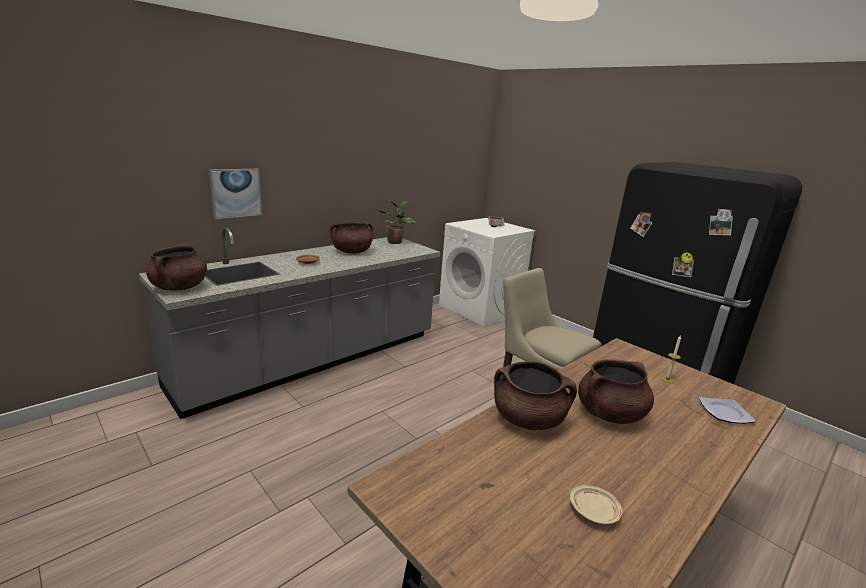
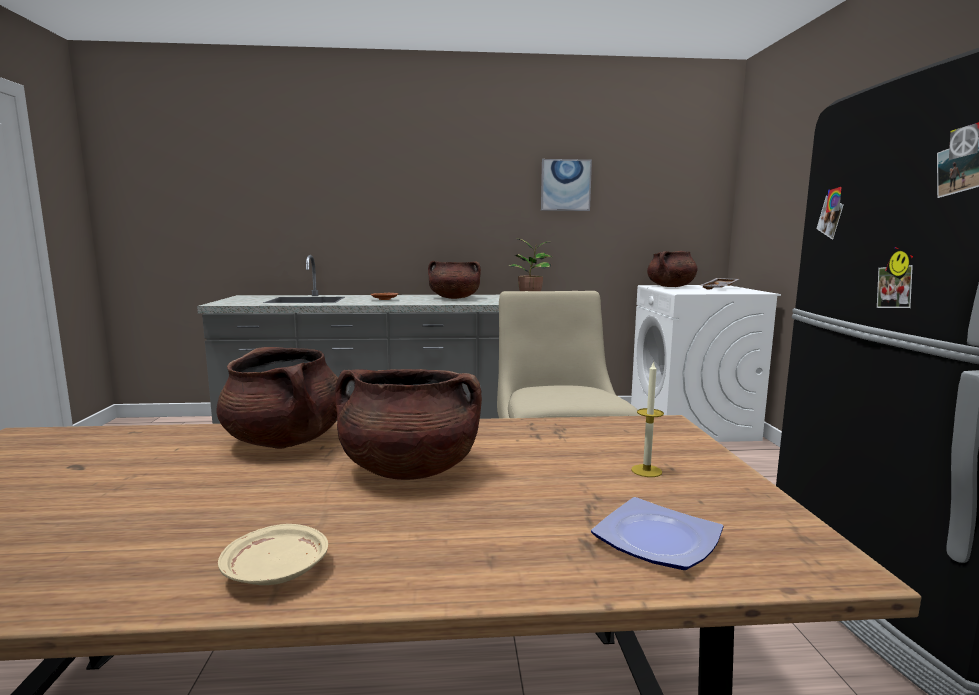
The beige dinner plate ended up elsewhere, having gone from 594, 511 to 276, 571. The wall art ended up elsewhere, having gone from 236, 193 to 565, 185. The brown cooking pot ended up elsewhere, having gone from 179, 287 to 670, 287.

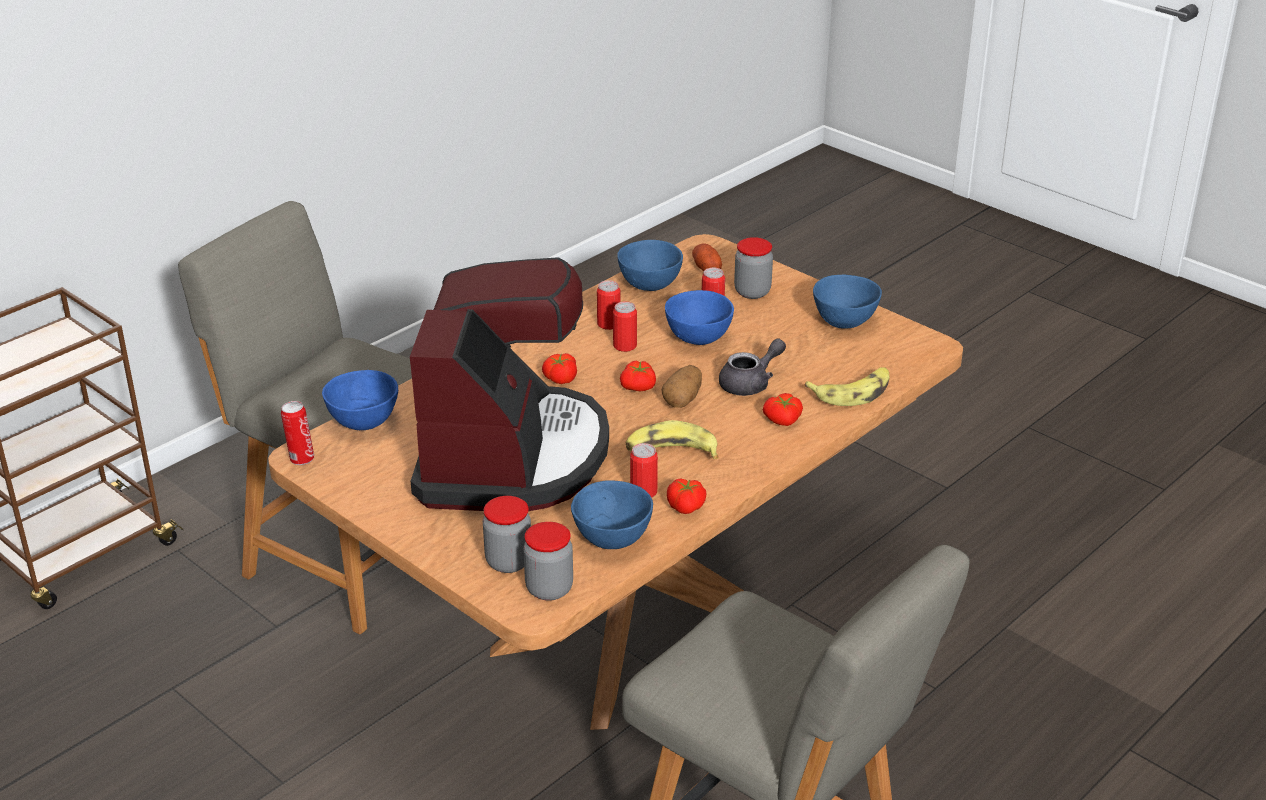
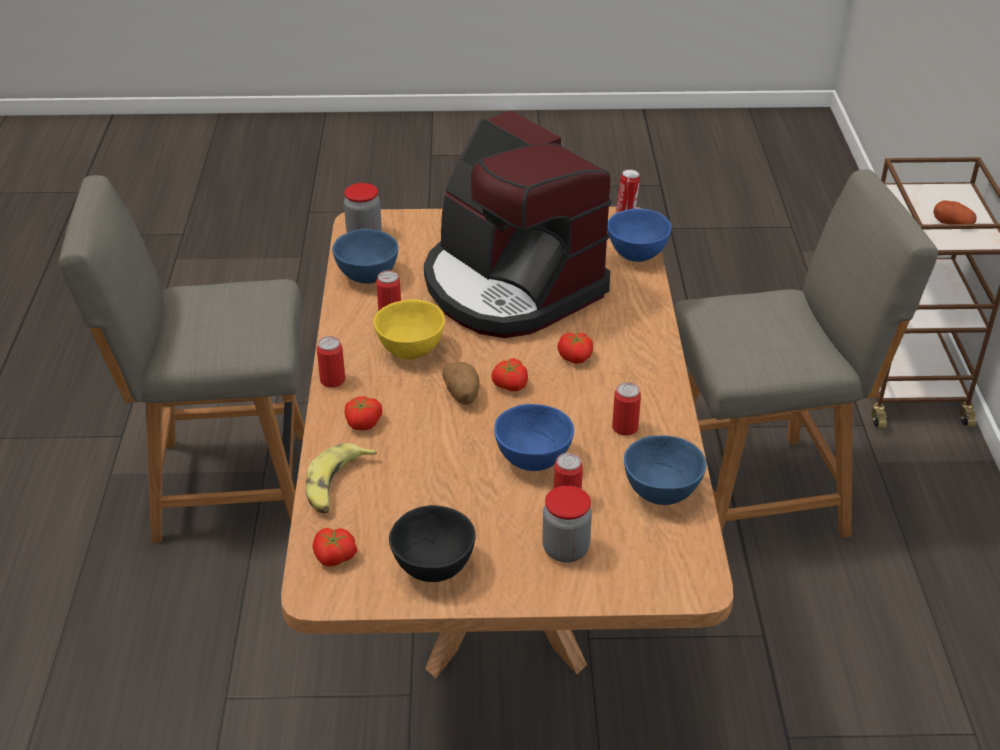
The fresh tomato ended up elsewhere, having gone from 687, 506 to 334, 557. The sealed can ended up elsewhere, having gone from 625, 346 to 332, 380. Where the banana fruit stood at 671, 451, the yellow-coloured serving bowl came to stand at 411, 350. What was the blue serving bowl at 845, 322 turned into the black-coloured serving bowl at 432, 568. The spud ended up elsewhere, having gone from 706, 268 to 952, 223. The second view lost the preserve jar at 508, 562. The second view lost the grey pot for tea at 751, 384.

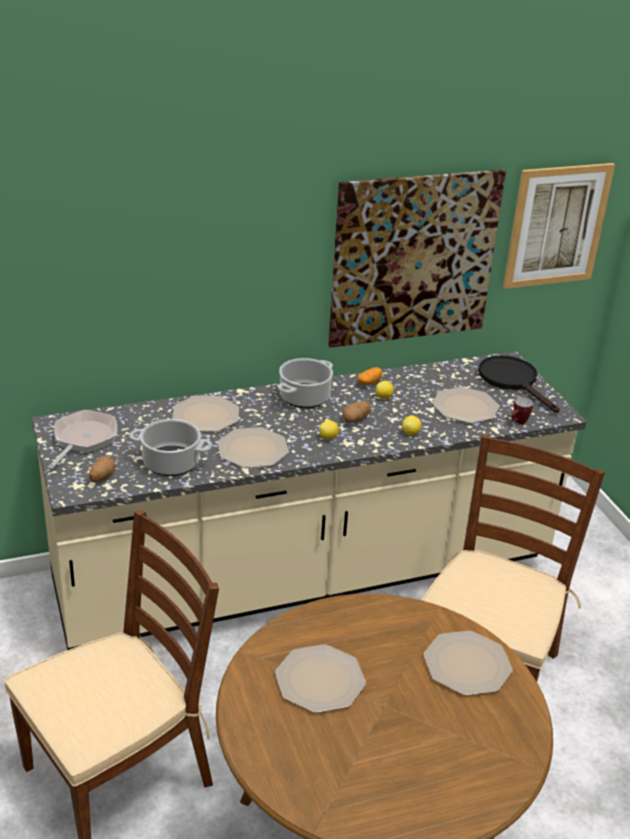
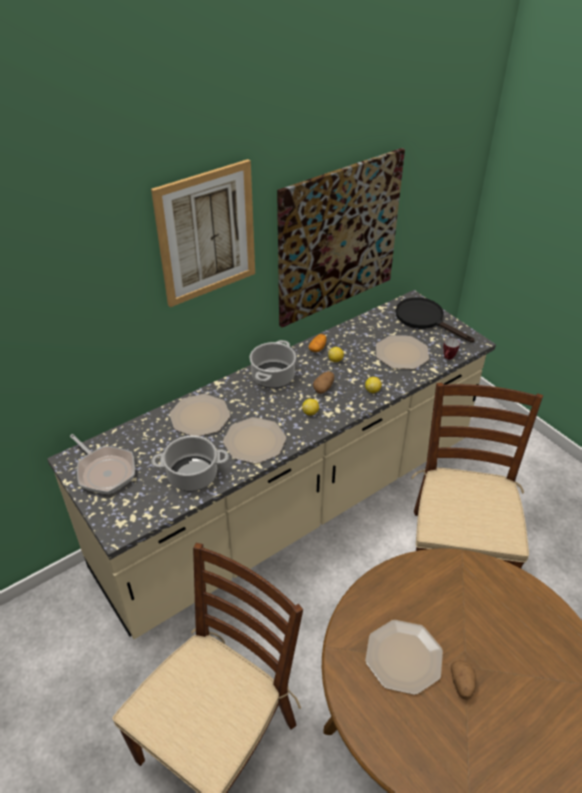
The pan at 83, 440 ended up facing another way, 135 degrees clockwise from before. The wall art ended up elsewhere, having gone from 556, 226 to 206, 234. The spud ended up elsewhere, having gone from 101, 477 to 462, 684. The second view lost the dinner plate at 467, 665.

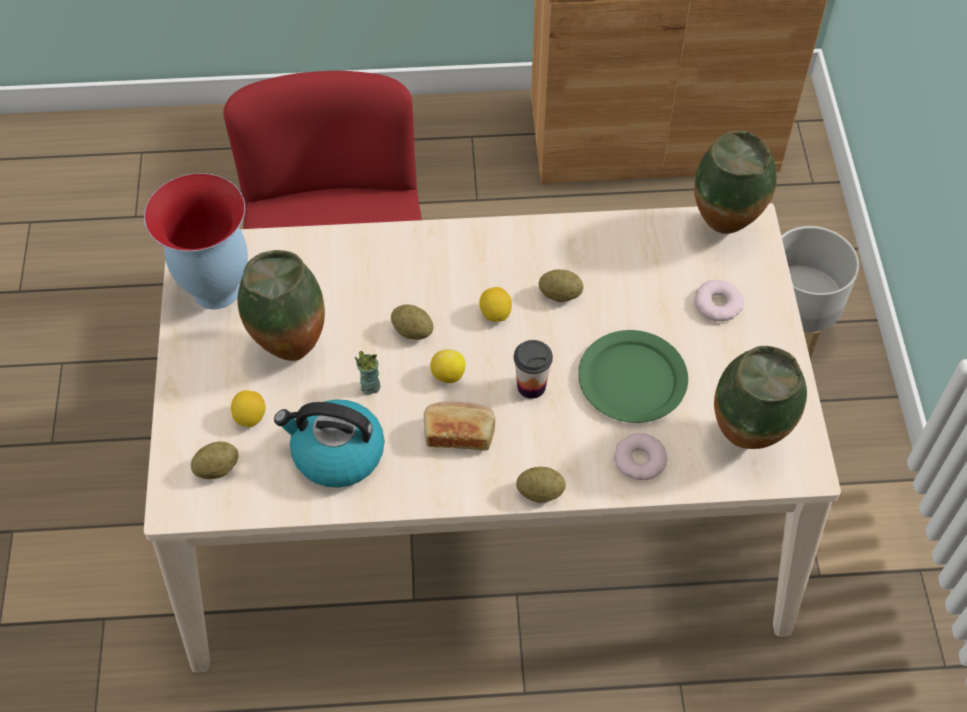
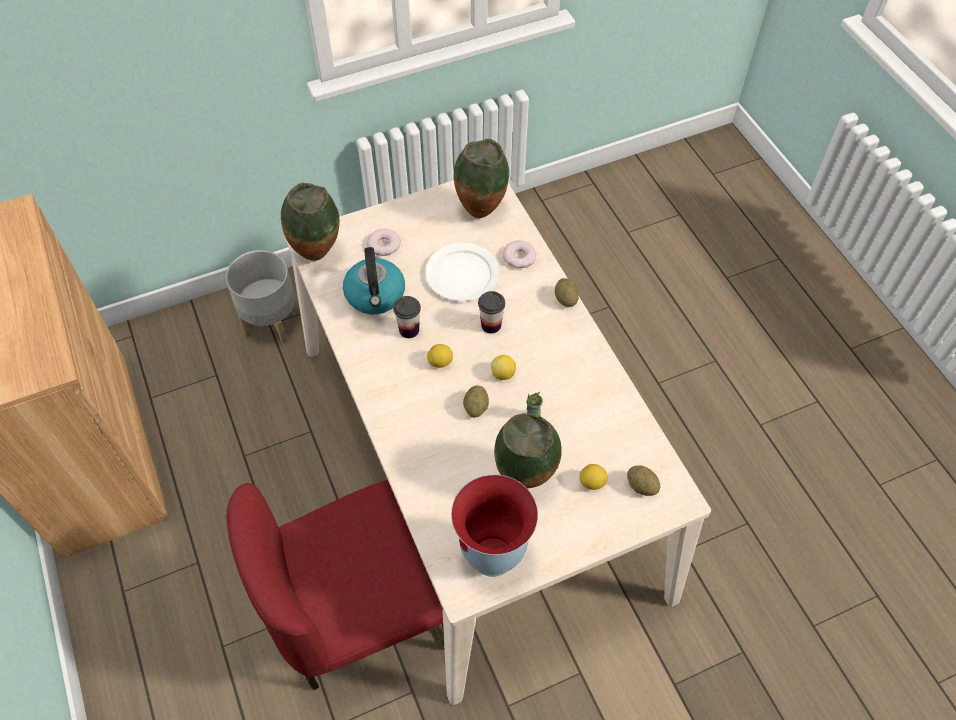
The tea kettle ended up elsewhere, having gone from 336, 454 to 375, 296. Where the spud stood at 560, 294, the cup came to stand at 409, 330. What was the green dinner plate at 633, 380 turned into the white dinner plate at 462, 274. The second view lost the baked bread at 459, 433.

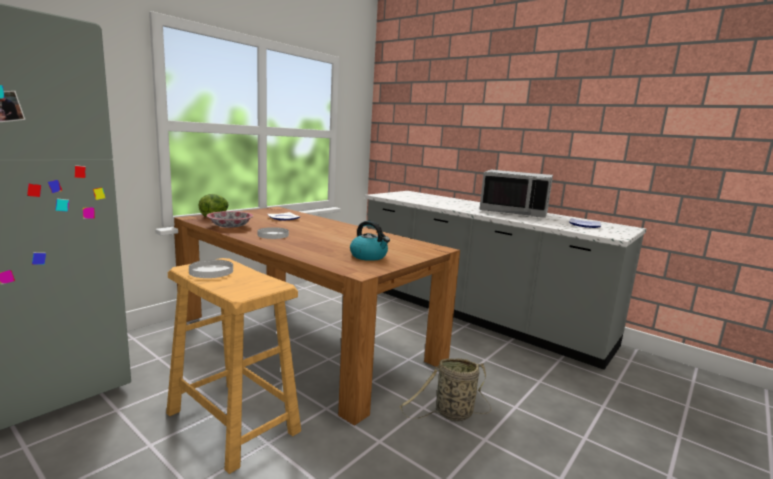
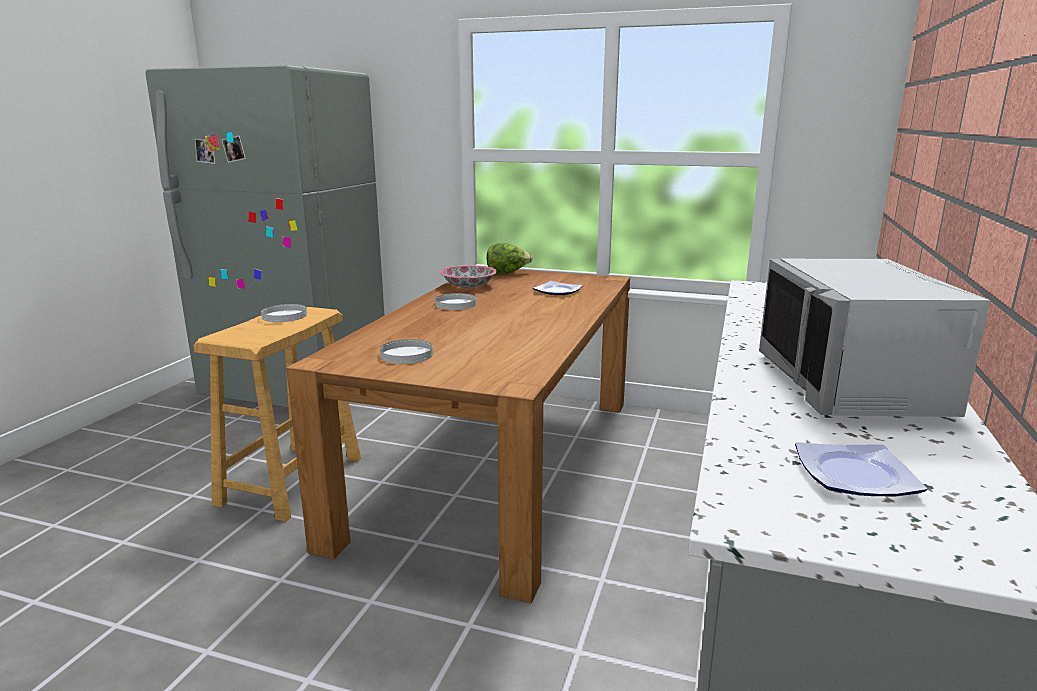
Where the tea kettle stood at 369, 256, the white dinner plate came to stand at 407, 354. The second view lost the storage basket at 451, 414.

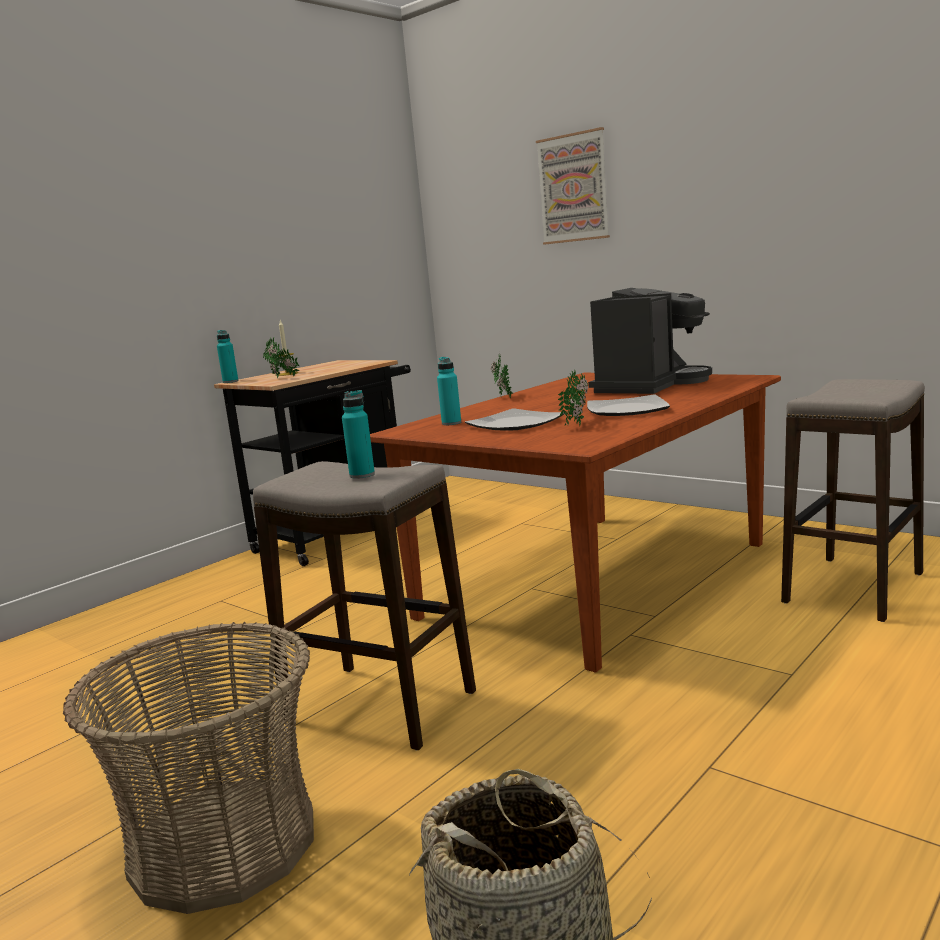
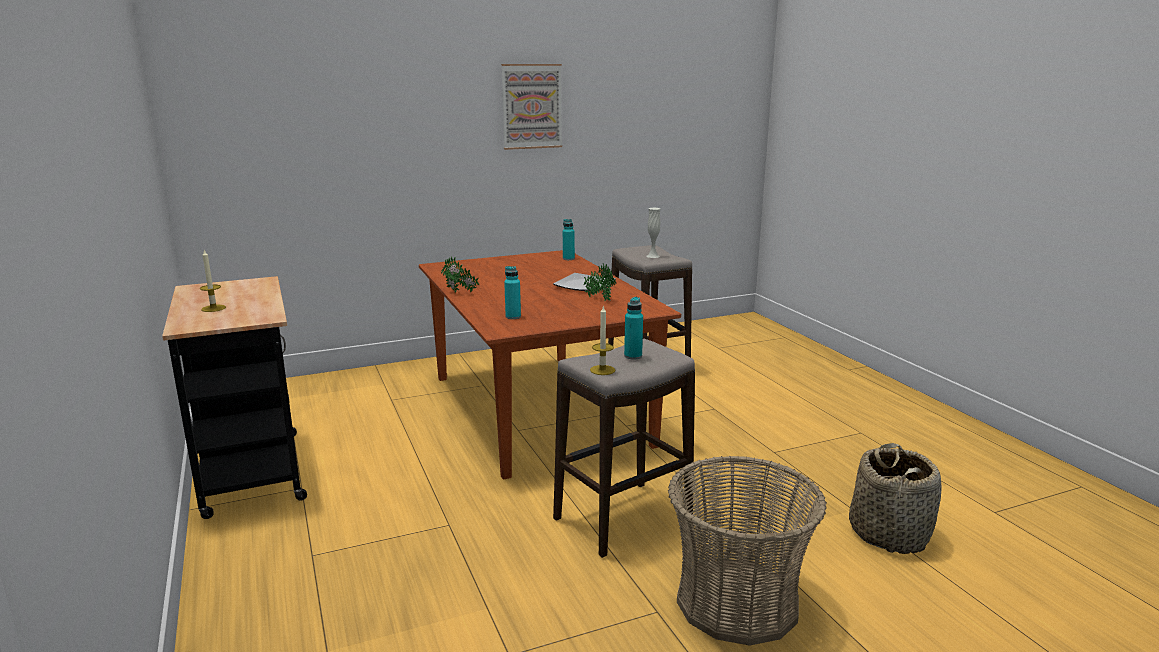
The wall art ended up elsewhere, having gone from 573, 188 to 531, 106. The blue-green beverage bottle ended up elsewhere, having gone from 230, 382 to 568, 259. The second view gained the wax light at 602, 370. The second view gained the white decorative vase at 653, 256. The second view lost the houseplant at 283, 378. The second view lost the dinner plate at 516, 424. The second view lost the coffee machine at 649, 385.

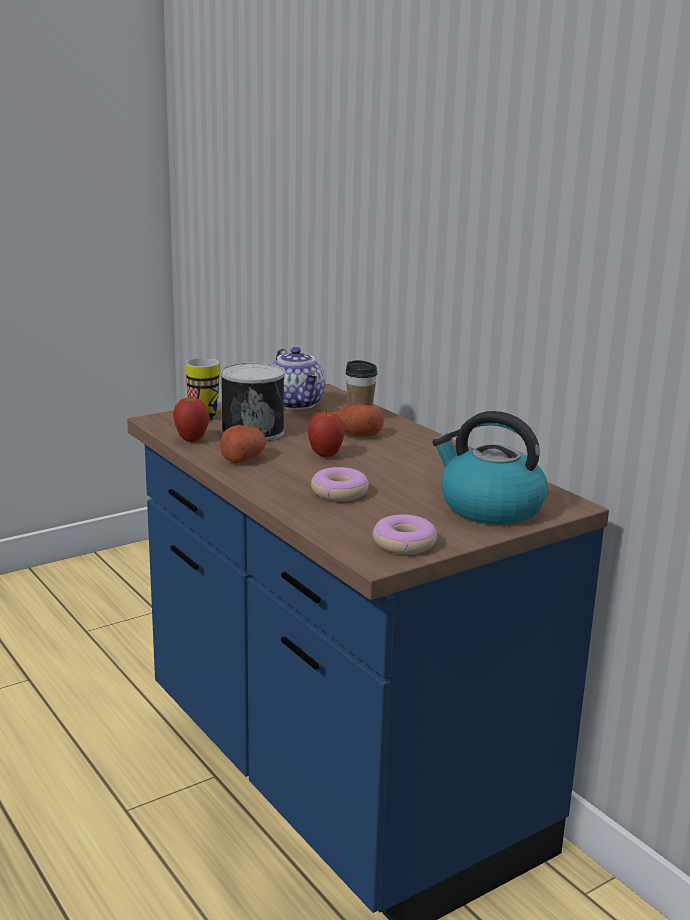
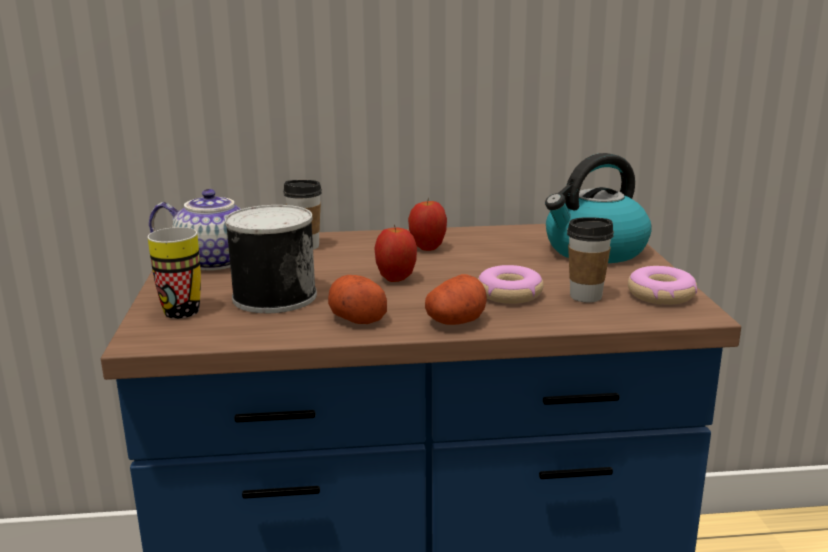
The whole apple ended up elsewhere, having gone from 191, 439 to 427, 248. The spud ended up elsewhere, having gone from 357, 434 to 456, 321. The second view gained the cup at 585, 296.

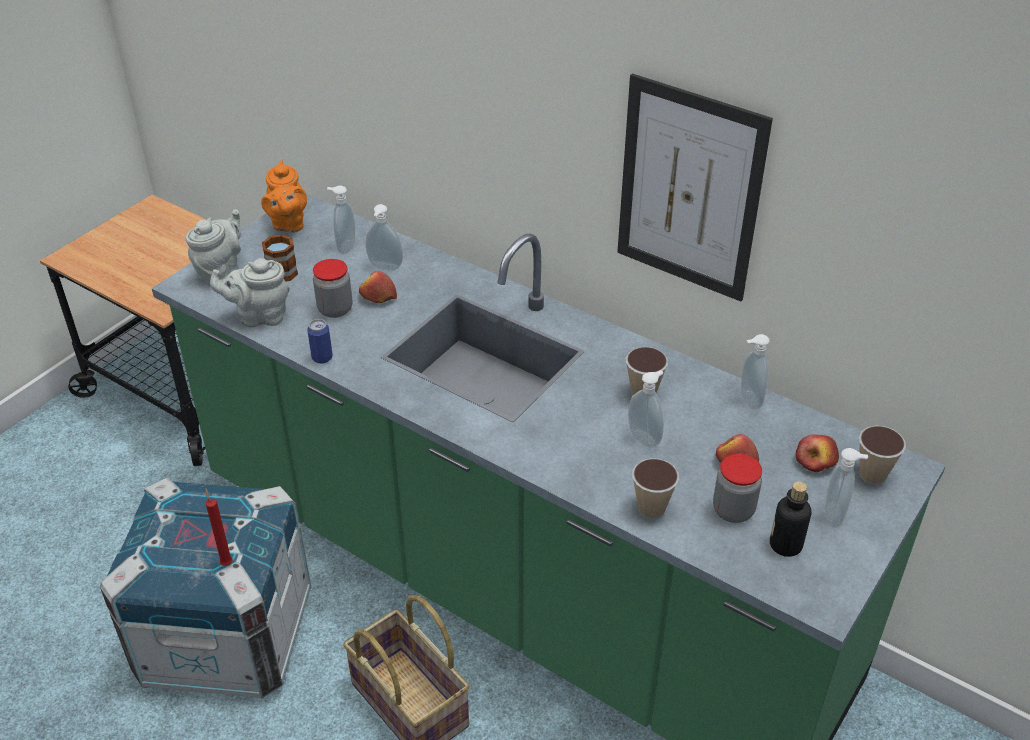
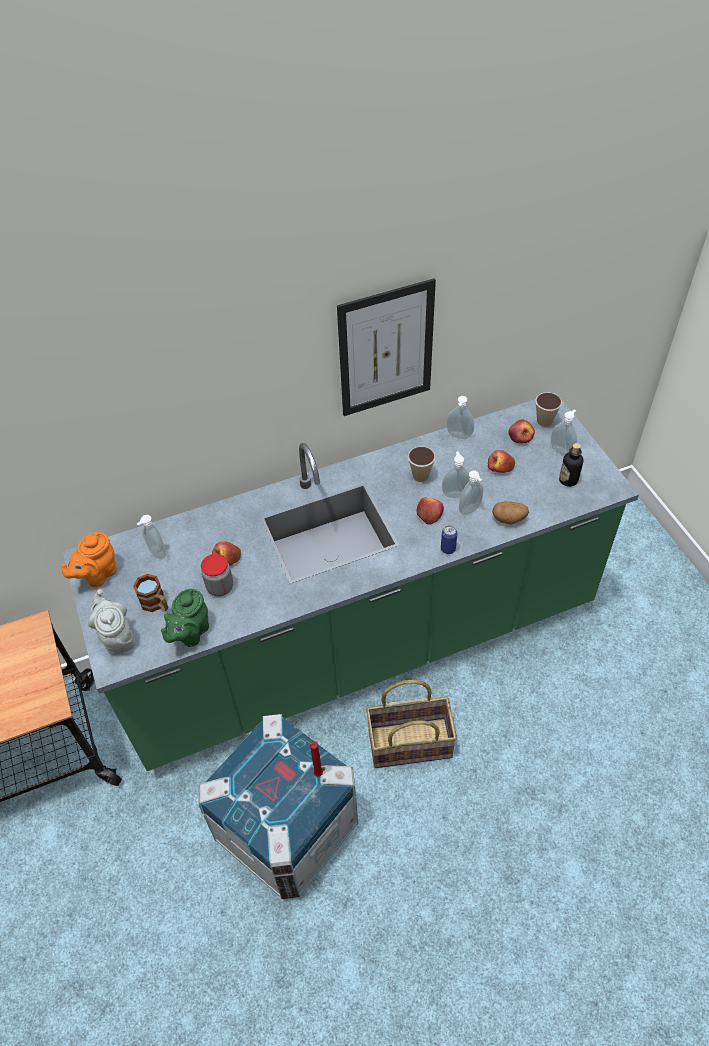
The orange pot for tea at 288, 224 ended up facing another way, 105 degrees clockwise from before. What was the grey pot for tea at 259, 316 turned into the green pot for tea at 190, 633. The second view gained the whole apple at 429, 513. The sealed can ended up elsewhere, having gone from 322, 358 to 448, 549. The liquid soap bottle ended up elsewhere, having gone from 384, 268 to 471, 510. Where the cup stood at 651, 509, the spud came to stand at 509, 519. The second view lost the preserve jar at 733, 510.

